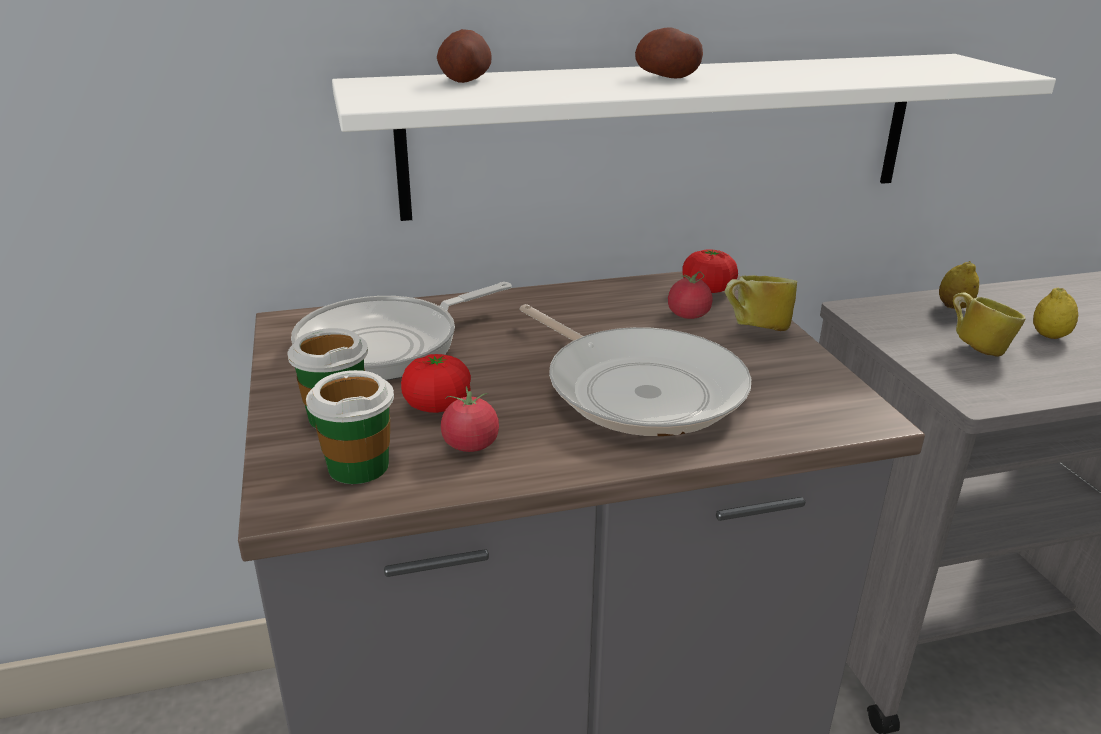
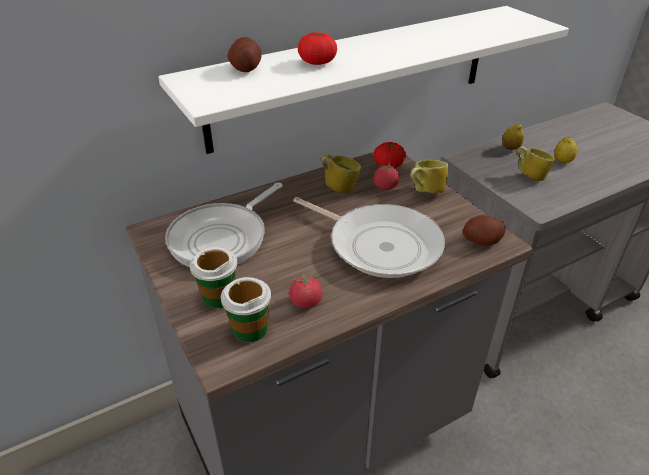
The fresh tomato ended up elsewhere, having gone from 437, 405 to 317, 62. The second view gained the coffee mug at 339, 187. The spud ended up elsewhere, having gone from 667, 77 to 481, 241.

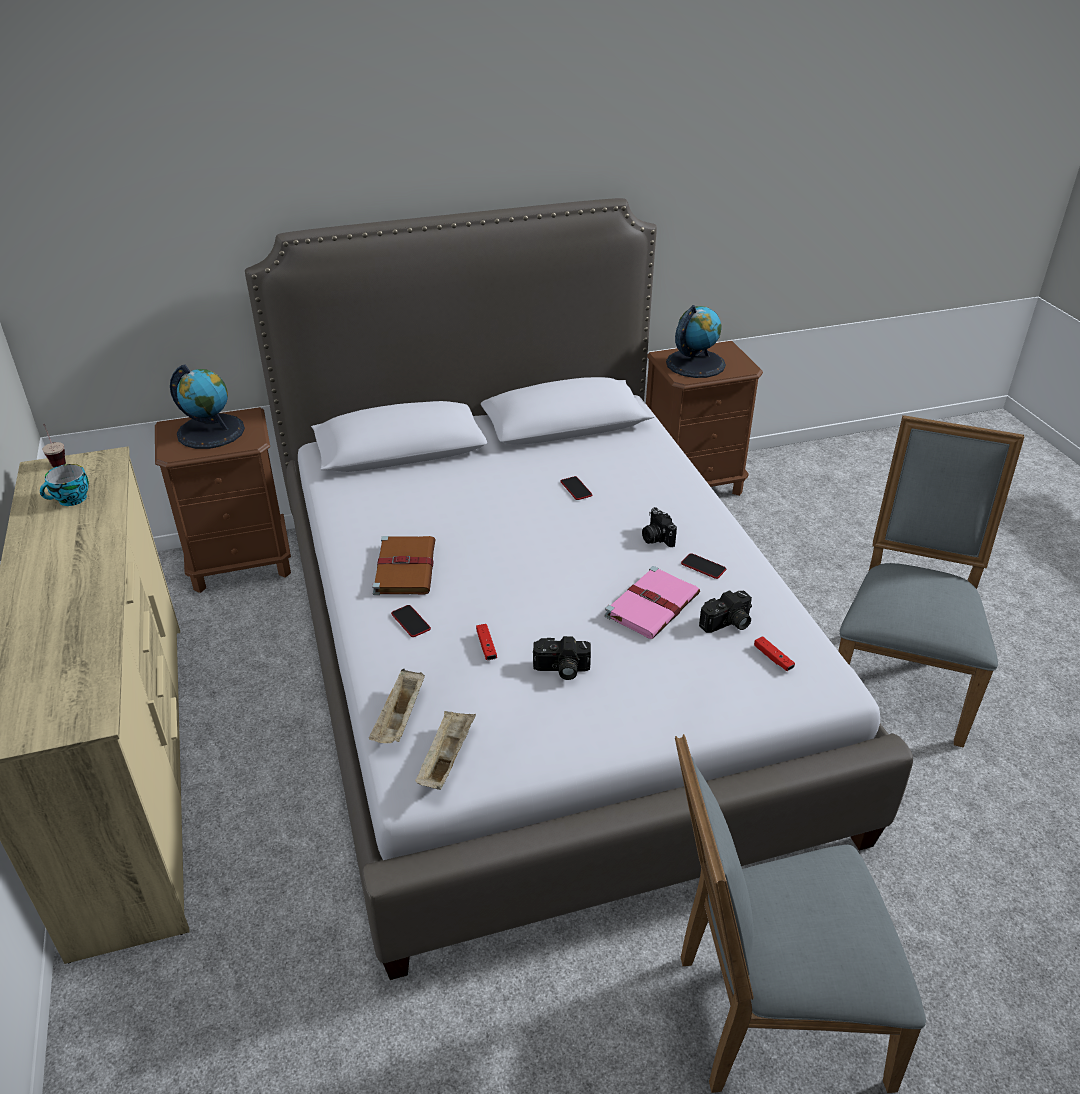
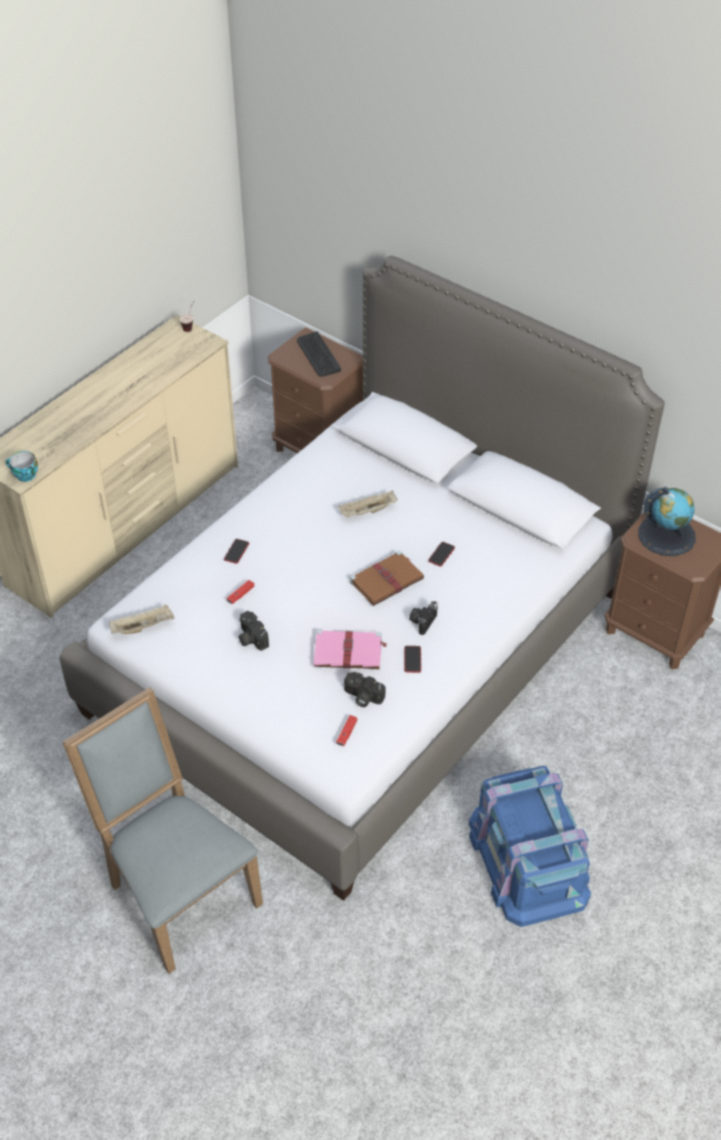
The cup ended up elsewhere, having gone from 71, 500 to 24, 475. Where the world globe stood at 211, 431, the computer keyboard came to stand at 318, 355. The beige tray ended up elsewhere, having gone from 400, 719 to 367, 512. The brown book ended up elsewhere, having gone from 405, 567 to 387, 580. Where the grey chair stood at 898, 678, the blue storage bin came to stand at 528, 860.

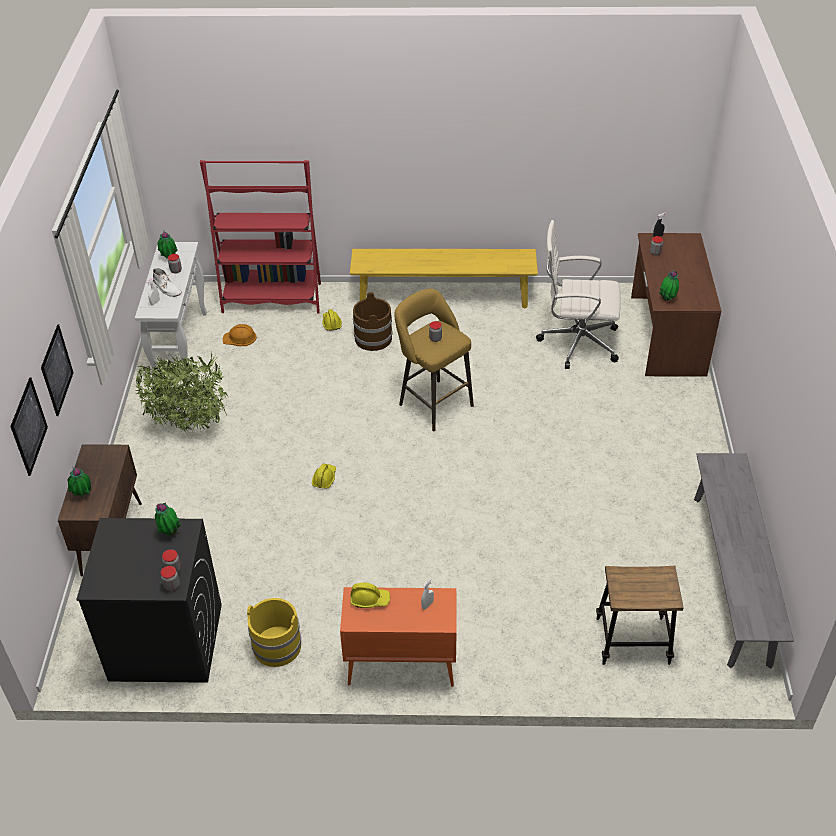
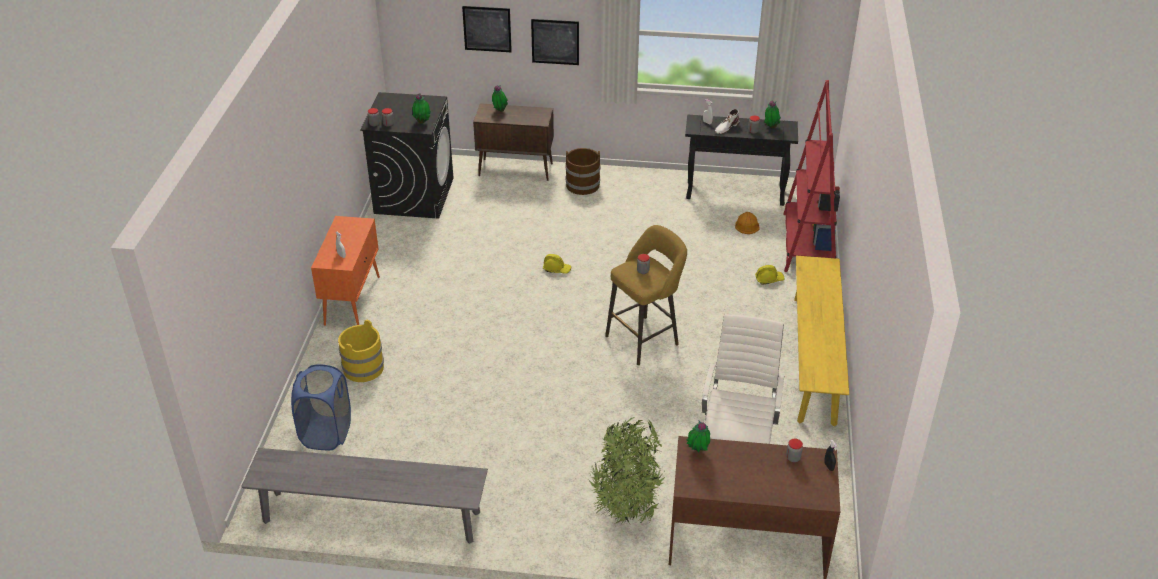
Where the stool stood at 632, 641, the blue laundry basket came to stand at 326, 433. The yellow-coloured bucket ended up elsewhere, having gone from 276, 646 to 363, 368. The brown bucket ended up elsewhere, having gone from 373, 338 to 583, 185. The houseplant ended up elsewhere, having gone from 189, 426 to 627, 507. What was the white console table at 181, 346 turned into the black-coloured console table at 736, 193. The second view lost the yellow-coloured work helmet at 369, 599.

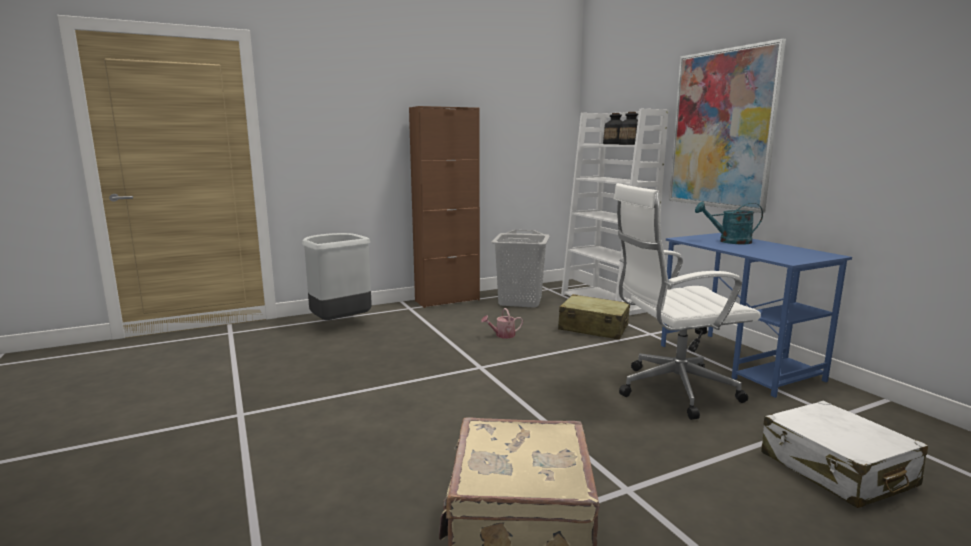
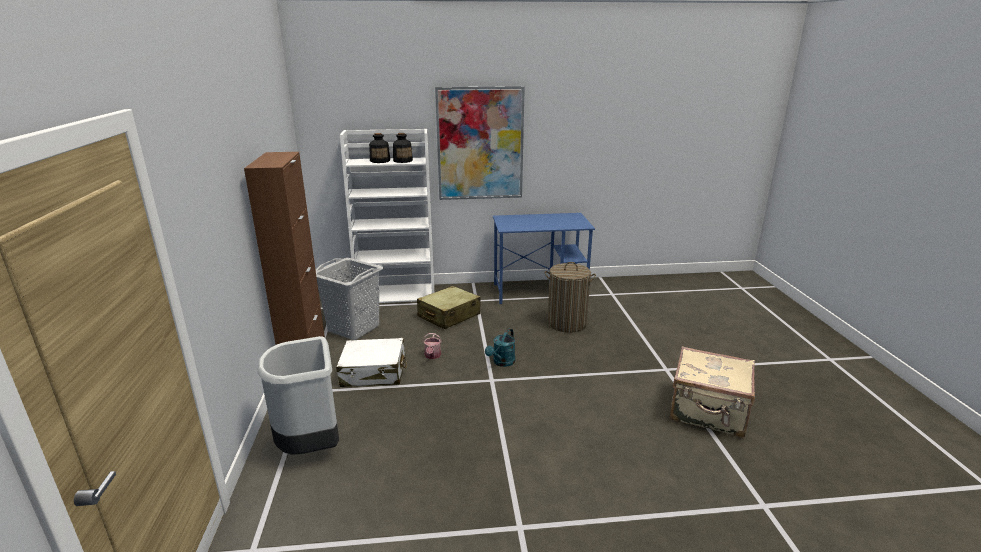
The white suitcase ended up elsewhere, having gone from 836, 469 to 374, 372. The blue-green watering can ended up elsewhere, having gone from 729, 241 to 502, 363. Where the white computer chair stood at 671, 391, the laundry basket came to stand at 566, 323.

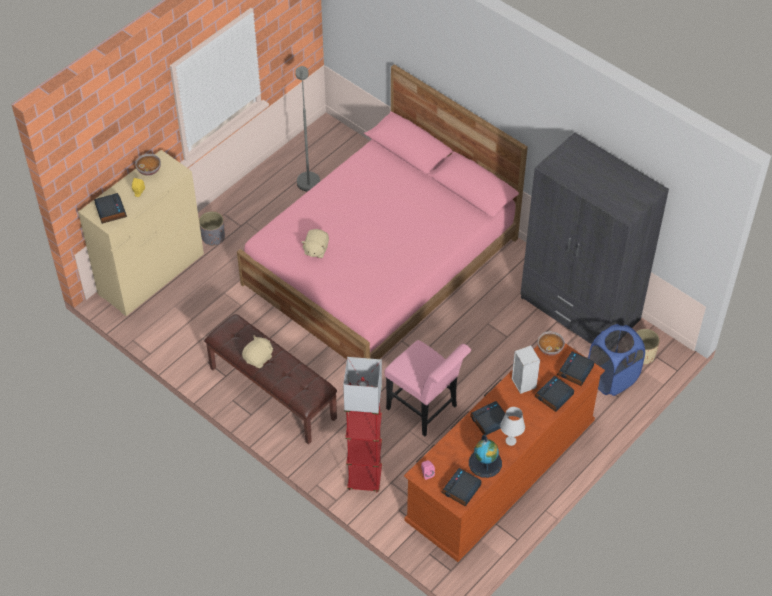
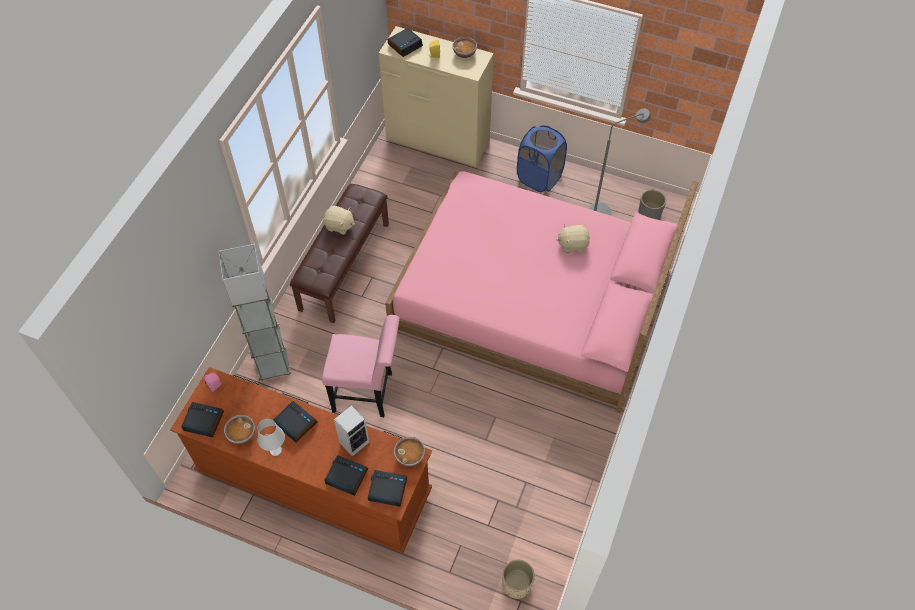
What was the reddish floor lamp at 364, 479 turned into the grey floor lamp at 273, 366. Where the world globe stood at 485, 463, the serving bowl came to stand at 241, 434. The pink-coloured chair at 425, 410 ended up facing another way, 105 degrees counterclockwise from before. The blue laundry basket ended up elsewhere, having gone from 612, 378 to 539, 178. The beige soft toy ended up elsewhere, having gone from 315, 250 to 572, 244. The grey flower pot ended up elsewhere, having gone from 213, 237 to 649, 215. The second view lost the grey wardrobe at 579, 309.

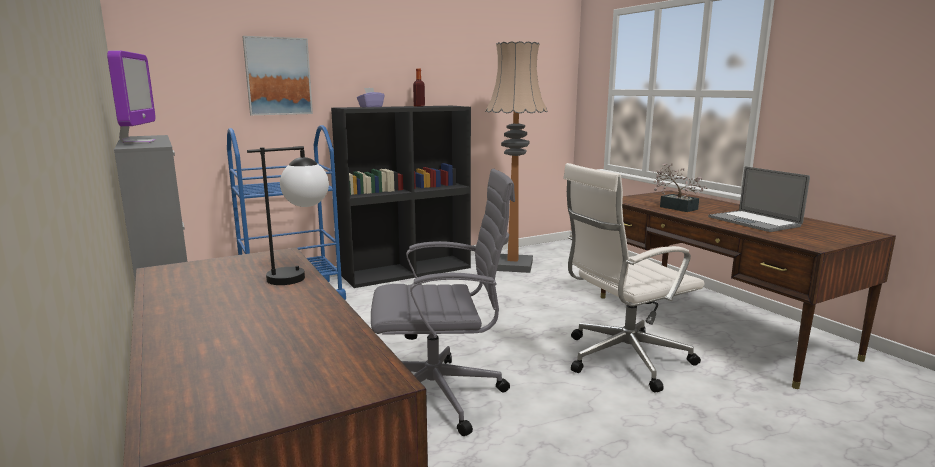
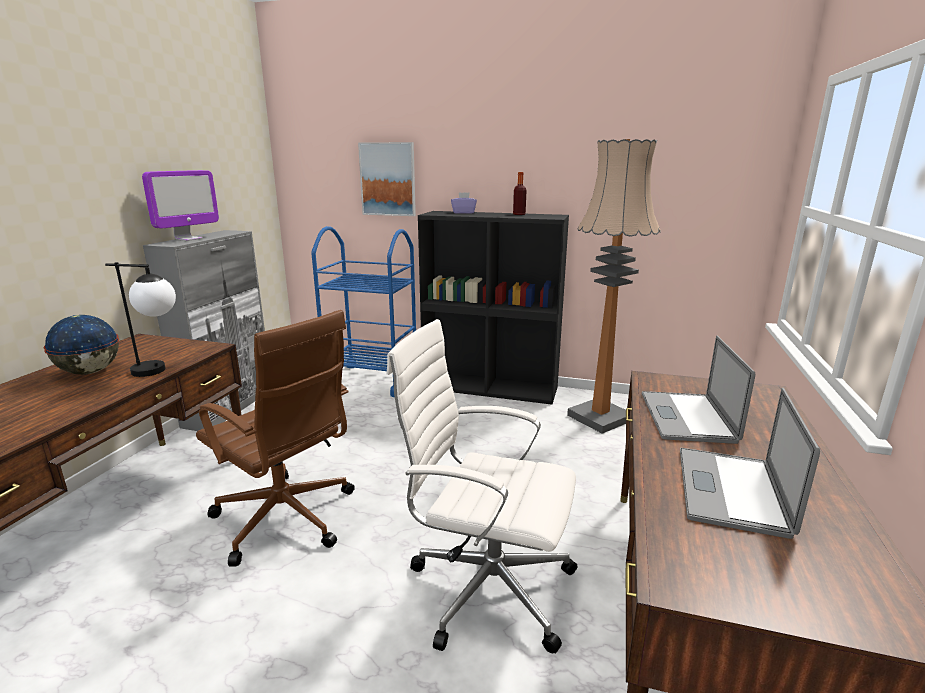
The second view gained the world globe at 89, 372. What was the grey computer chair at 440, 396 turned into the brown computer chair at 287, 519. Where the houseplant stood at 675, 207, the laptop came to stand at 687, 417.

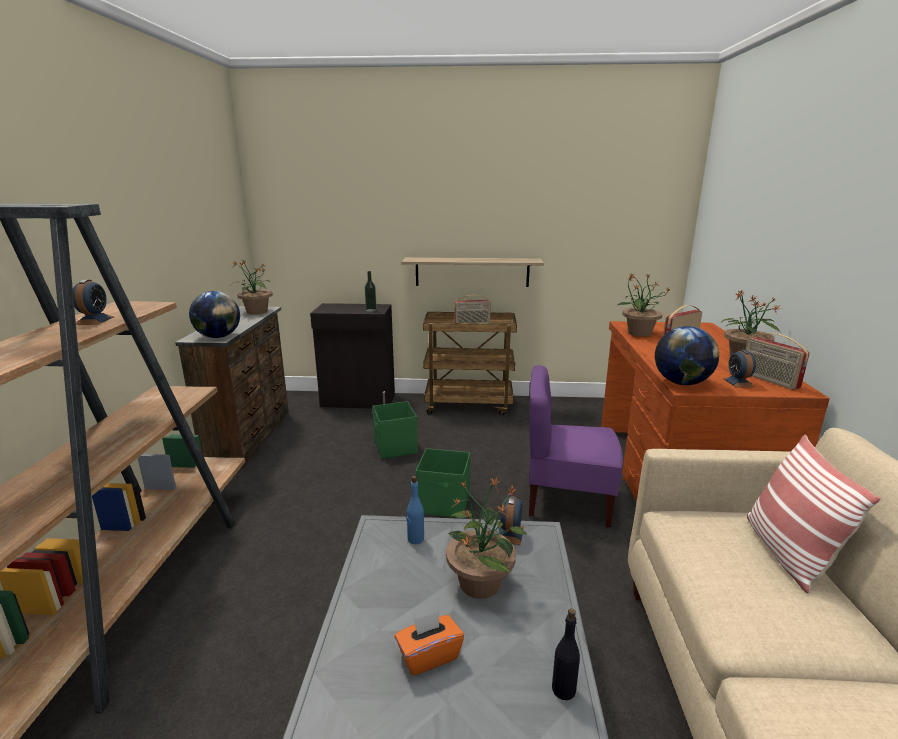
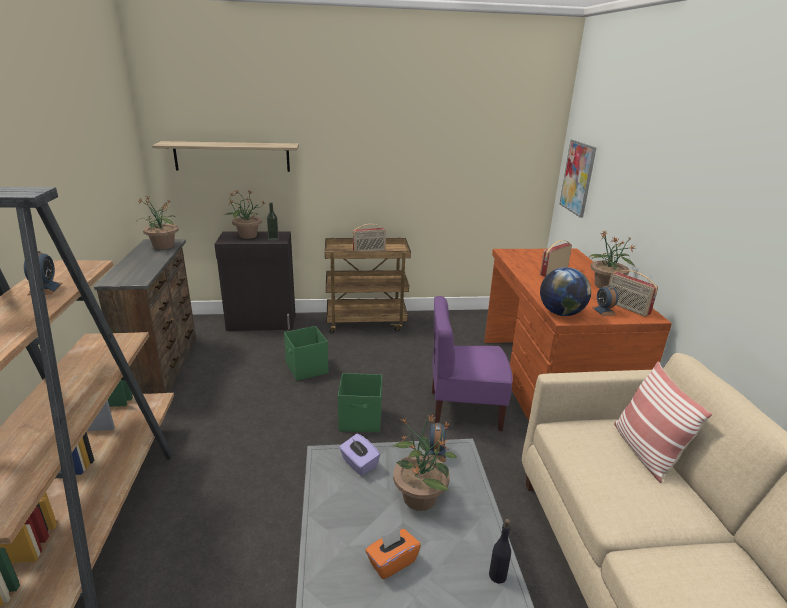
The shelf ended up elsewhere, having gone from 472, 272 to 232, 156. The houseplant ended up elsewhere, having gone from 638, 333 to 247, 236. Where the blue beverage bottle stood at 415, 539, the purple-coloured box of tissues came to stand at 359, 464. The second view gained the wall art at 578, 178. The second view lost the world globe at 218, 337.

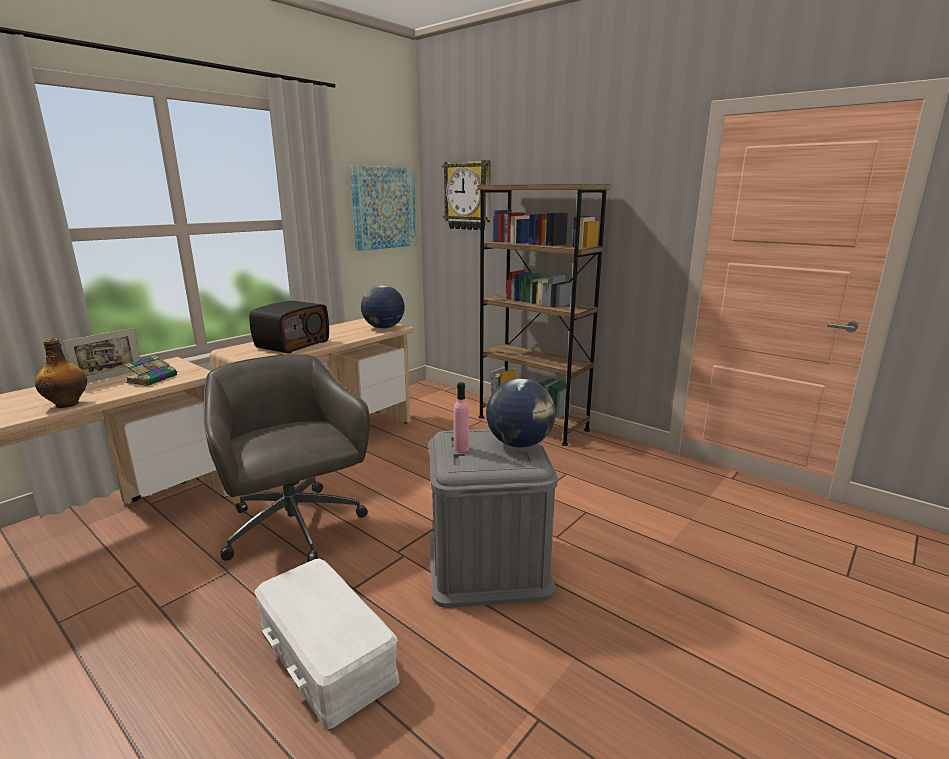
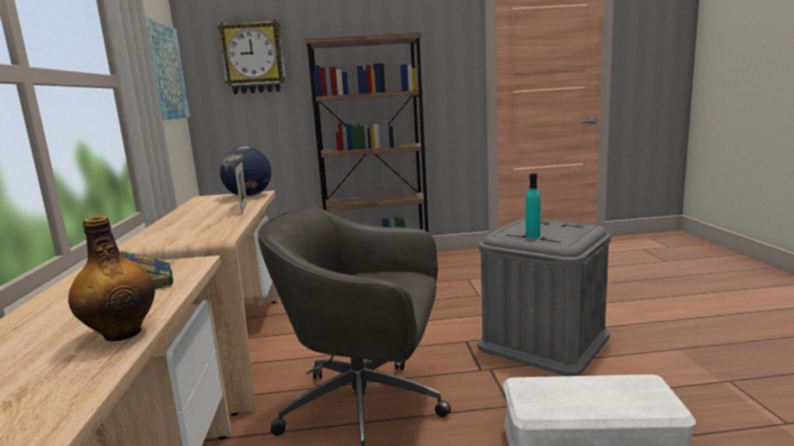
The picture frame ended up elsewhere, having gone from 109, 377 to 244, 208. What was the pink-coloured beverage bottle at 461, 448 turned into the blue-green beverage bottle at 532, 235. The second view lost the radio at 292, 344. The second view lost the world globe at 519, 444.

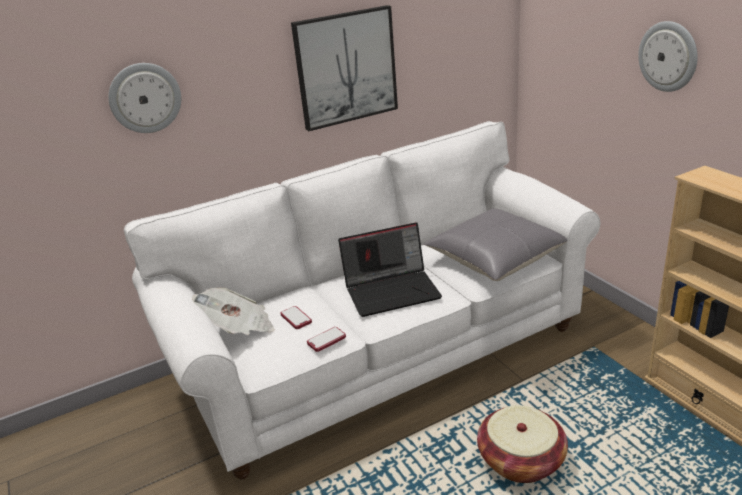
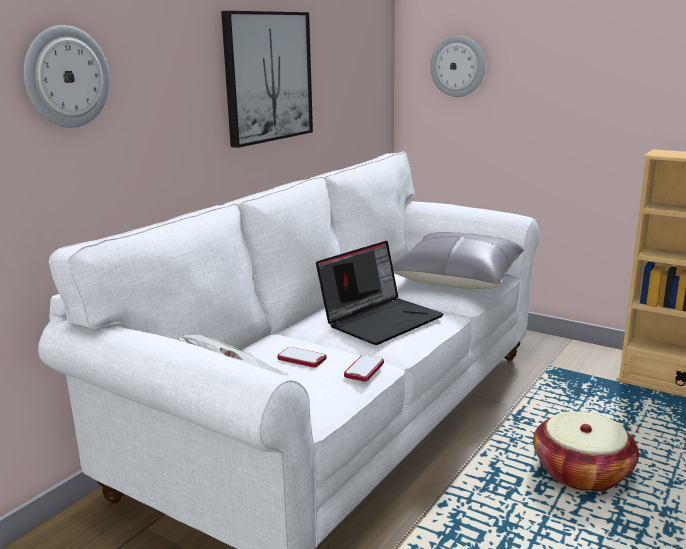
The hanging clock ended up elsewhere, having gone from 668, 56 to 458, 66.

